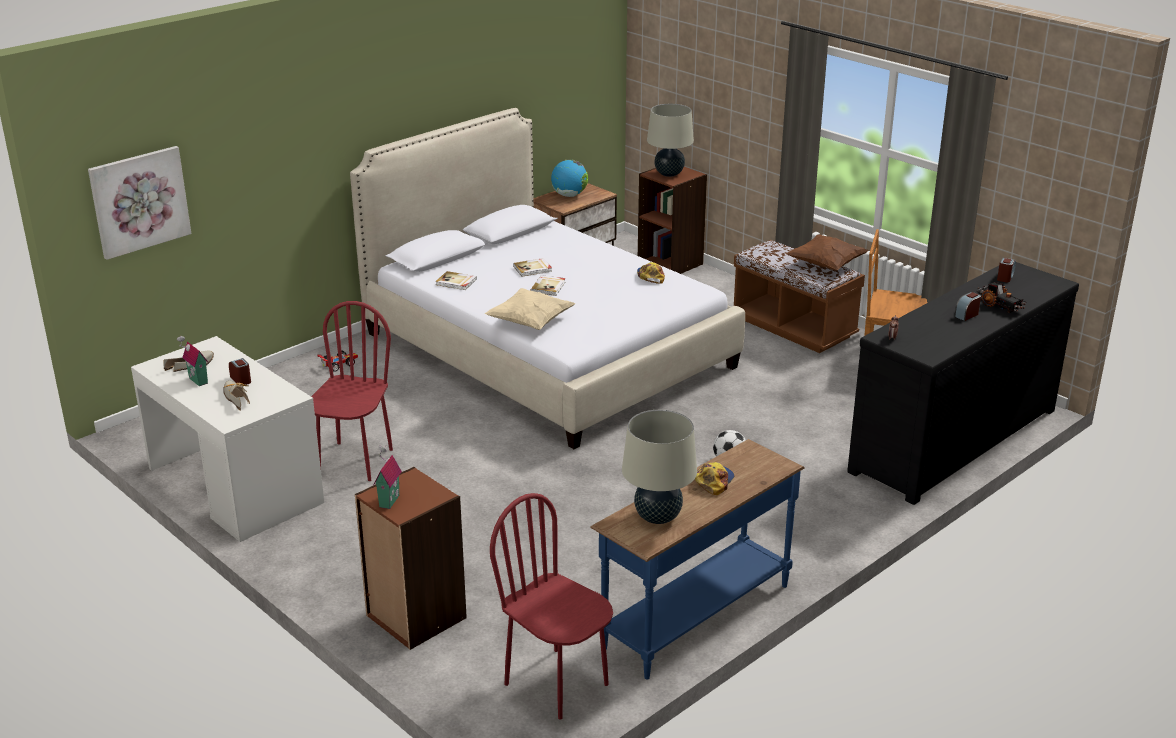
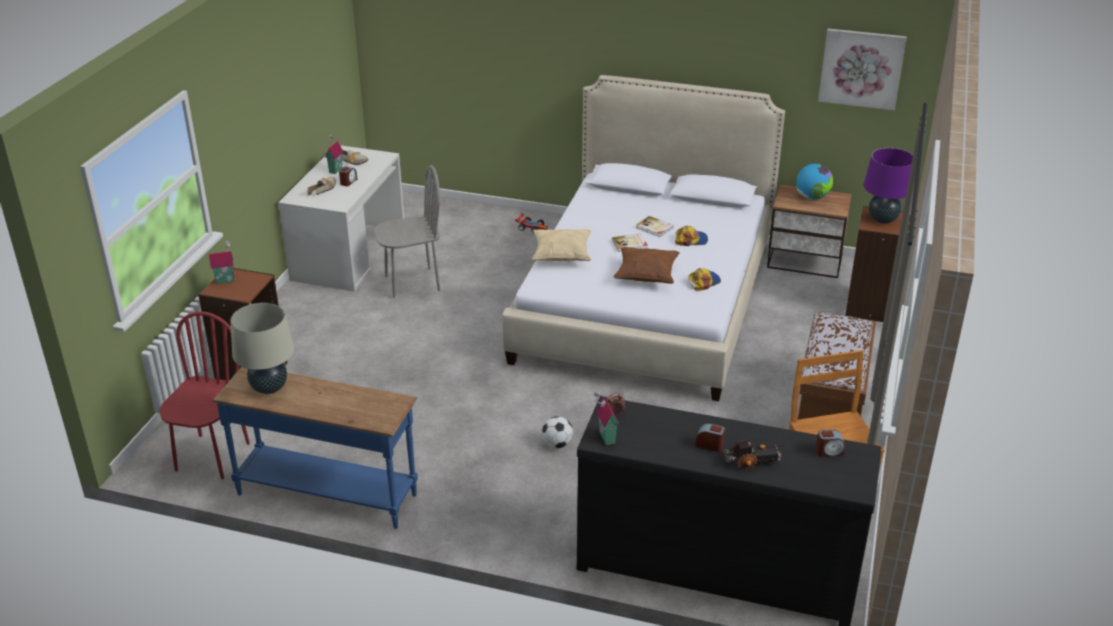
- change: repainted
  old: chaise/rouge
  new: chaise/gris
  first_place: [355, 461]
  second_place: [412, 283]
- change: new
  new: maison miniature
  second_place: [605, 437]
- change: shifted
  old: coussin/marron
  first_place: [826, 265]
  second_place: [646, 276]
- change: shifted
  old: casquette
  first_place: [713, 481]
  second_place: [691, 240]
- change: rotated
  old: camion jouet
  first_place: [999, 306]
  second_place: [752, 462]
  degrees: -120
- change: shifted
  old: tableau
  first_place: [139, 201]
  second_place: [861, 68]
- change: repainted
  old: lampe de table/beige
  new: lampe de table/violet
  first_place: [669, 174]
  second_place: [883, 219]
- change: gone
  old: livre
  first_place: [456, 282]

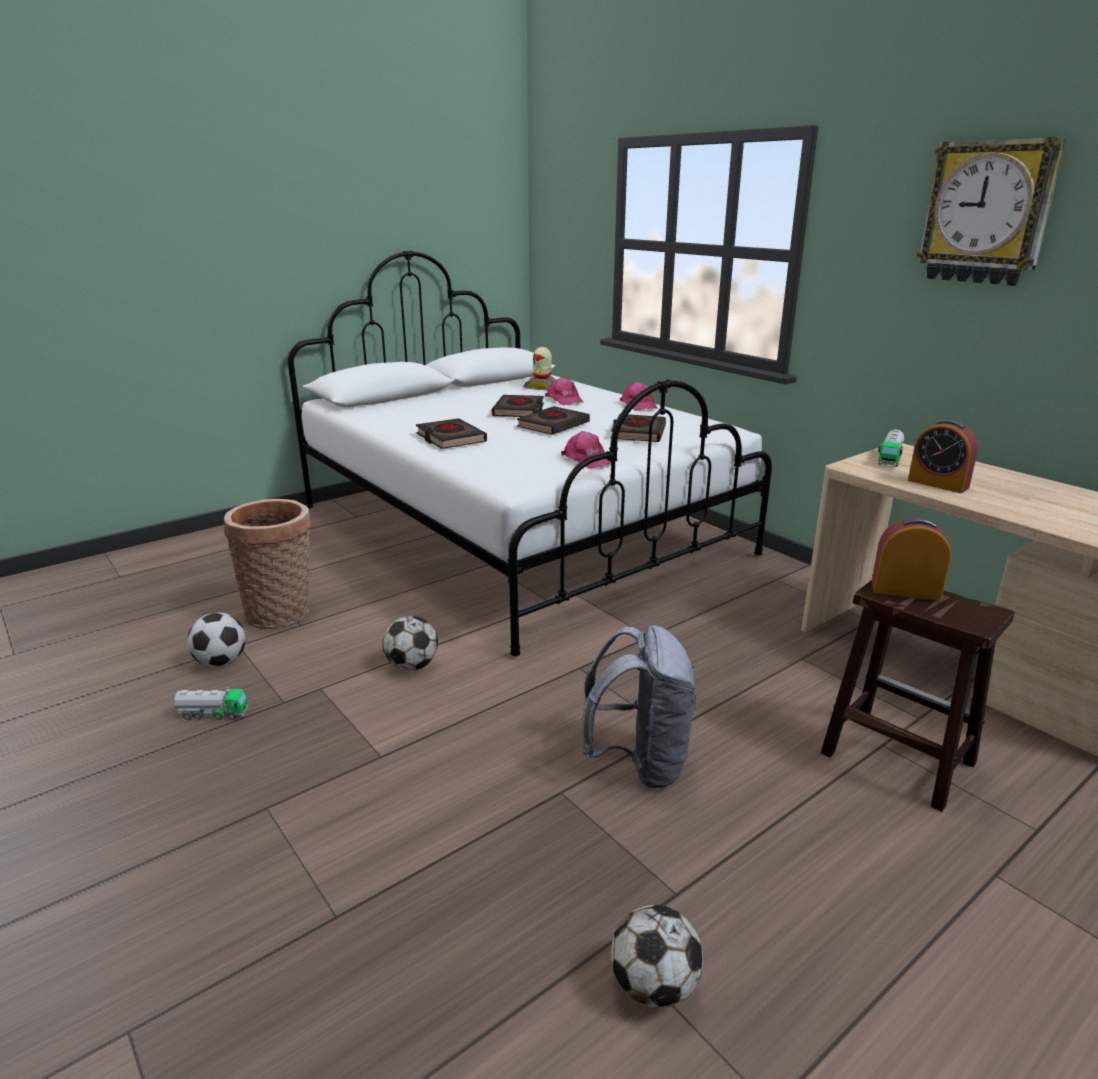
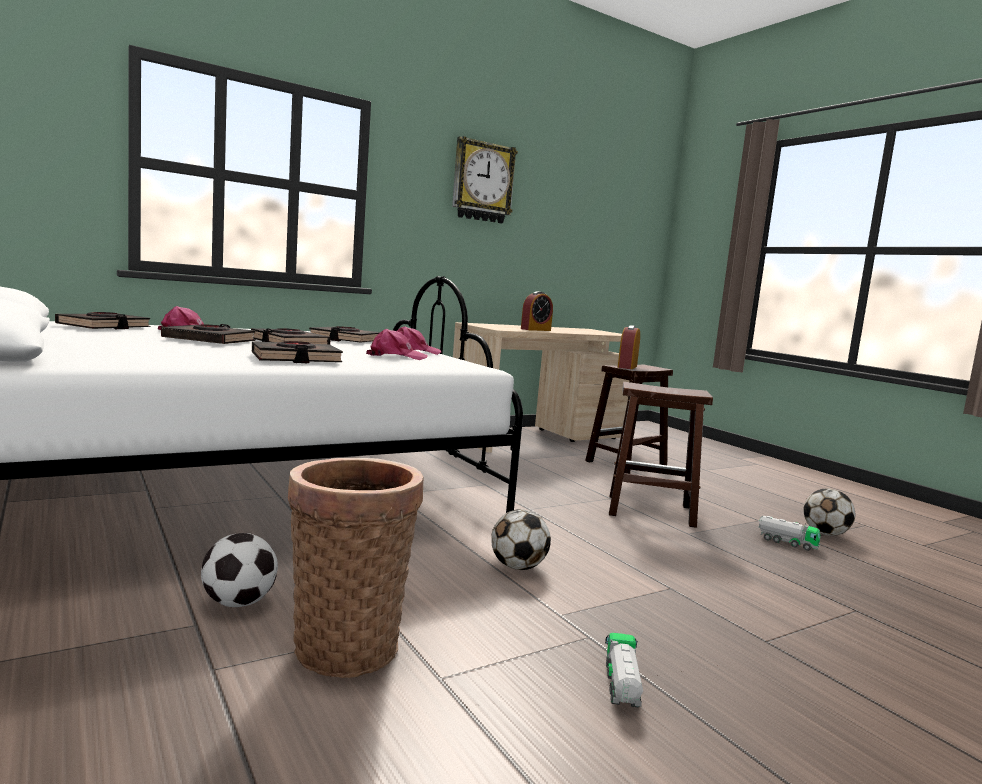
- change: swapped
  old: robot jouet
  new: livre/noir
  first_place: [541, 386]
  second_place: [104, 327]
- change: shifted
  old: ballon de foot
  first_place: [221, 662]
  second_place: [238, 603]
- change: shifted
  old: casquette/rose
  first_place: [638, 405]
  second_place: [395, 357]
- change: swapped
  old: sac à dos/gris
  new: tabouret/marron
  first_place: [639, 763]
  second_place: [648, 510]
- change: shifted
  old: camion jouet
  first_place: [889, 459]
  second_place: [787, 543]

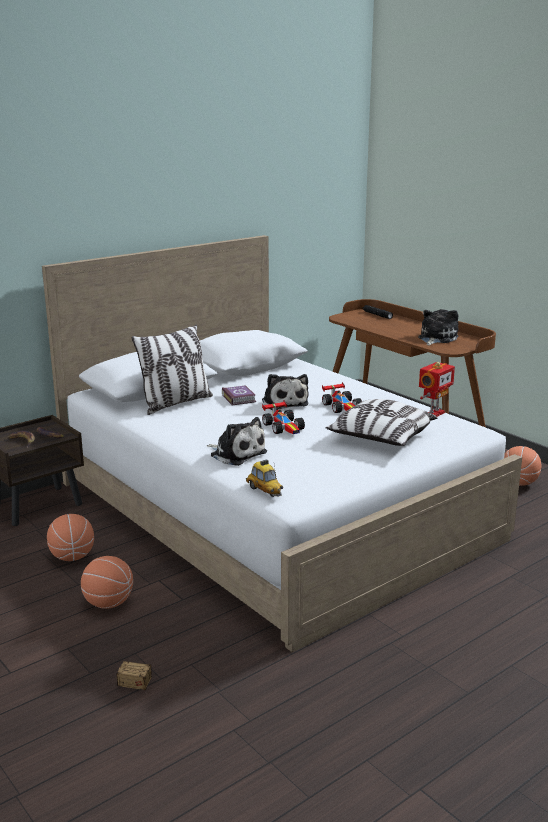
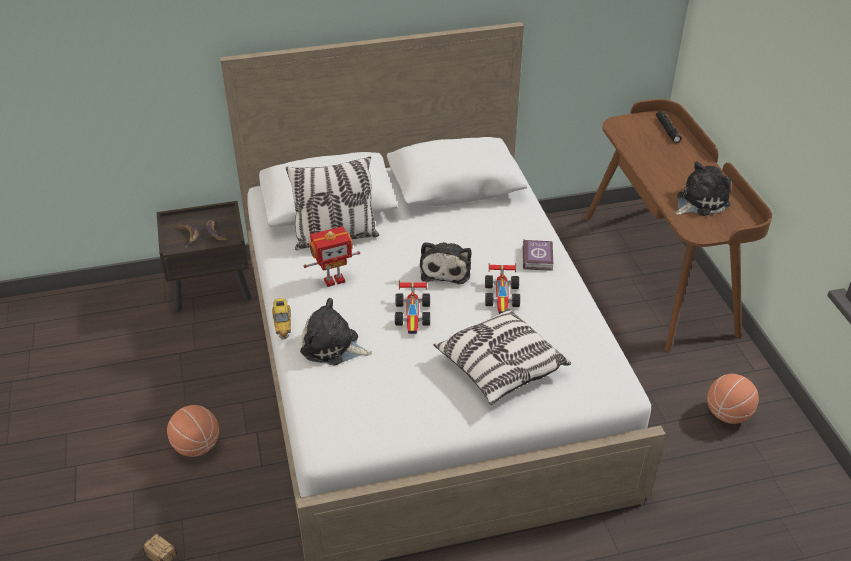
- change: shifted
  old: petite voiture
  first_place: [264, 491]
  second_place: [283, 325]
- change: rotated
  old: peluche
  first_place: [236, 454]
  second_place: [333, 347]
  degrees: 135
- change: shifted
  old: robot jouet
  first_place: [434, 413]
  second_place: [334, 280]
- change: shifted
  old: livre
  first_place: [239, 398]
  second_place: [538, 257]
- change: gone
  old: ballon de basket
  first_place: [72, 557]

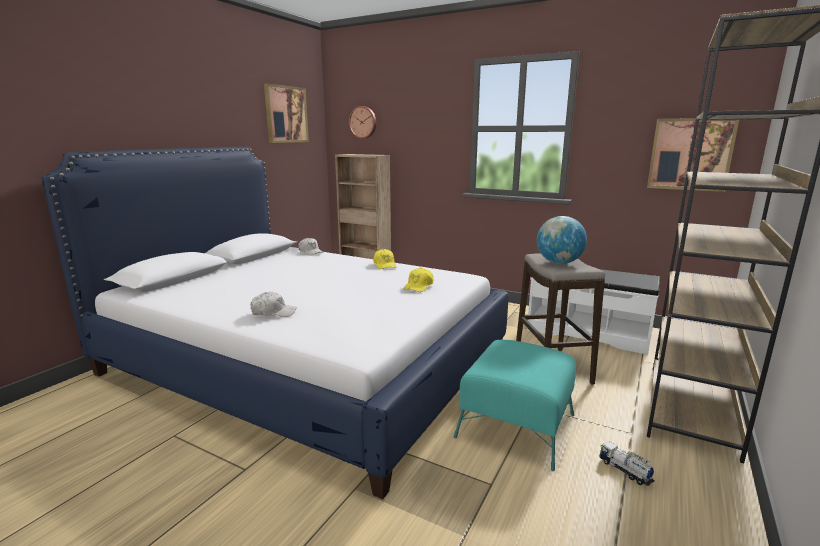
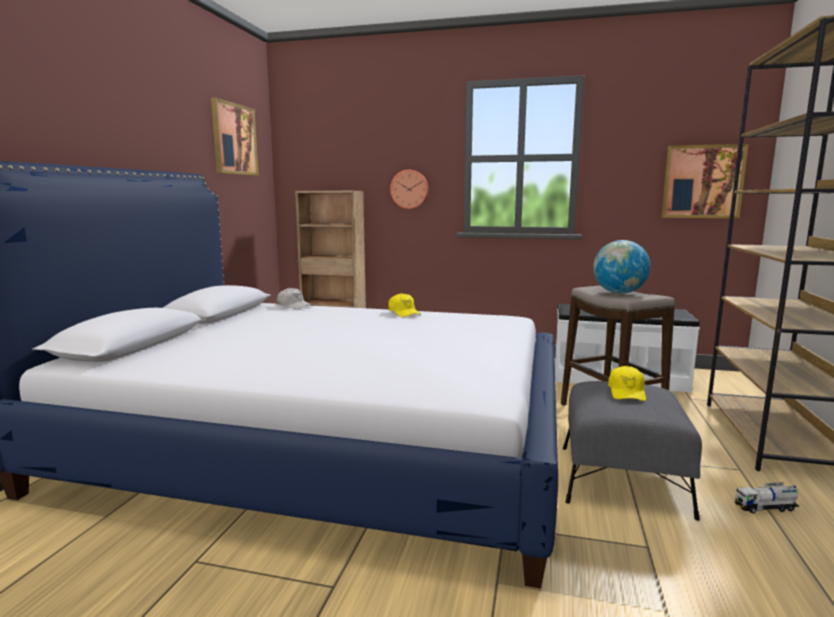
- change: shifted
  old: horloge murale
  first_place: [363, 122]
  second_place: [409, 189]
- change: repainted
  old: pouf/turquoise
  new: pouf/gris
  first_place: [516, 425]
  second_place: [623, 479]
- change: shifted
  old: casquette/jaune
  first_place: [419, 286]
  second_place: [627, 392]
- change: rotated
  old: camion jouet
  first_place: [625, 471]
  second_place: [765, 508]
  degrees: -45
- change: gone
  old: casquette/blanc
  first_place: [273, 312]

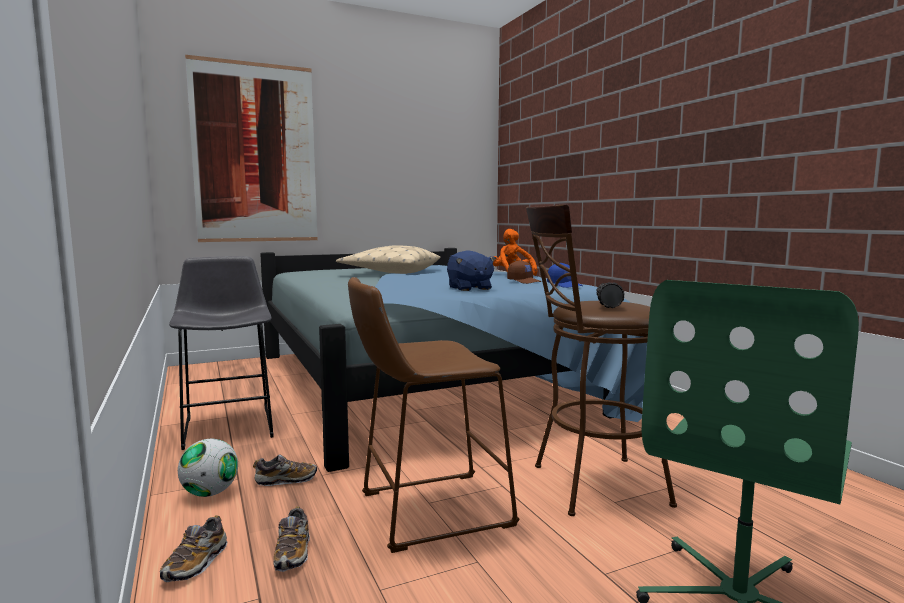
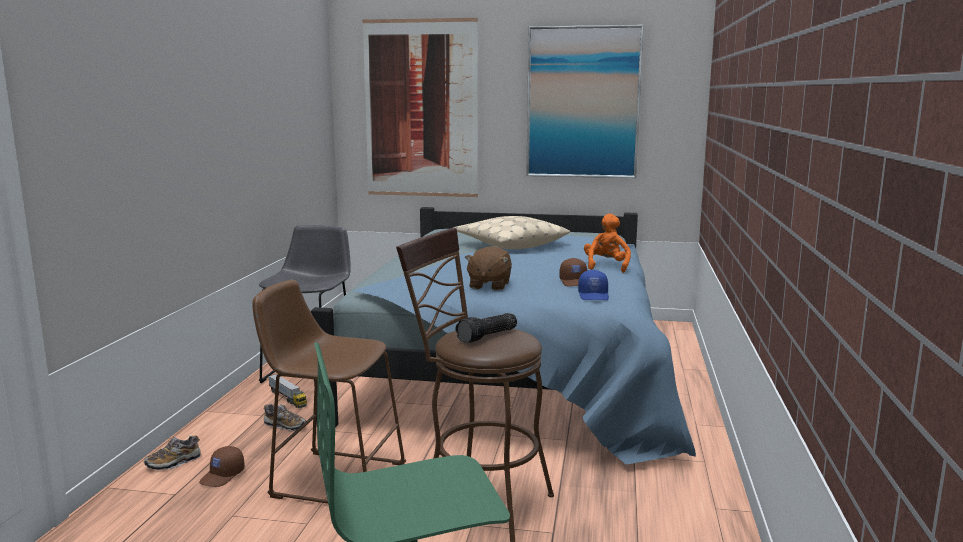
- change: swapped
  old: chaussure
  new: casquette/marron
  first_place: [293, 553]
  second_place: [223, 476]
- change: new
  new: camion jouet
  second_place: [287, 398]
- change: repainted
  old: peluche/bleu
  new: peluche/marron
  first_place: [469, 288]
  second_place: [489, 285]
- change: new
  new: tableau
  second_place: [583, 103]
- change: gone
  old: ballon de foot
  first_place: [210, 493]

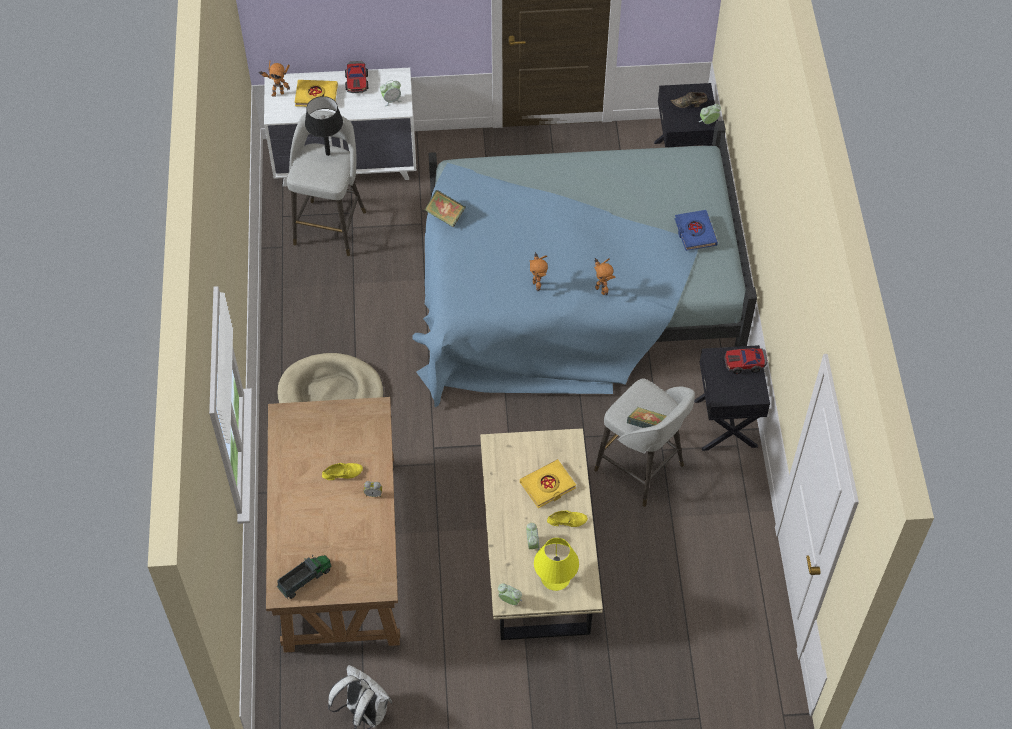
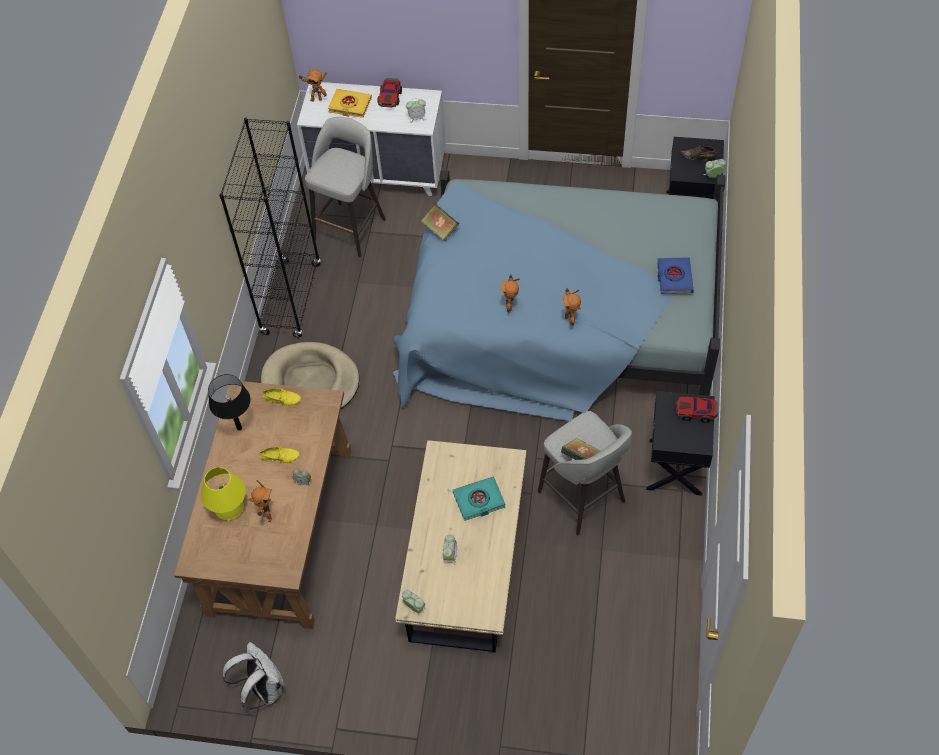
- change: shifted
  old: lampe de table/jaune
  first_place: [555, 578]
  second_place: [230, 508]
- change: shifted
  old: lampe de table/noir
  first_place: [328, 153]
  second_place: [239, 428]
- change: new
  new: bibliothèque/noir
  second_place: [291, 299]
- change: new
  new: robot jouet
  second_place: [266, 516]
- change: shifted
  old: chaussure/jaune
  first_place: [567, 520]
  second_place: [282, 398]
- change: repainted
  old: livre/jaune
  new: livre/turquoise
  first_place: [548, 486]
  second_place: [479, 500]
- change: gone
  old: camion jouet
  first_place: [305, 579]

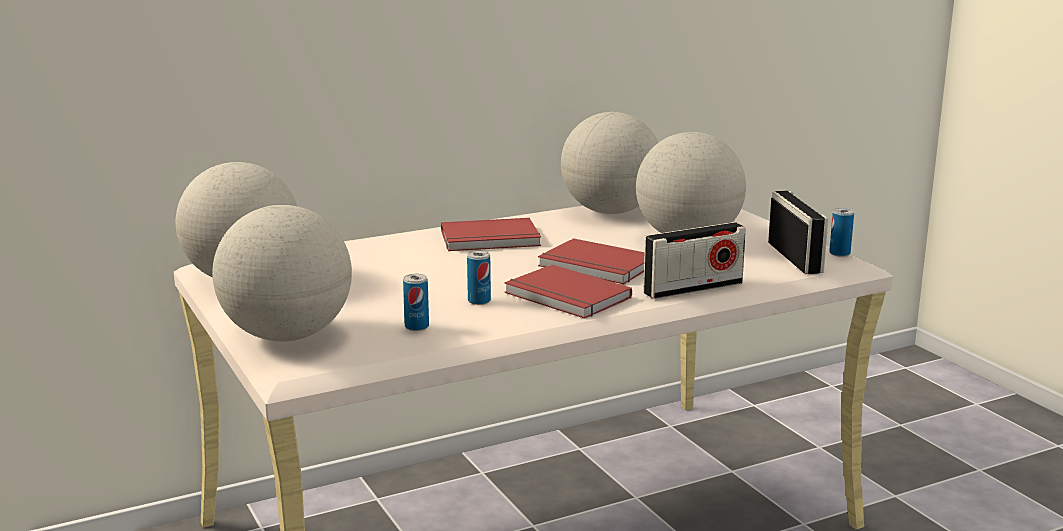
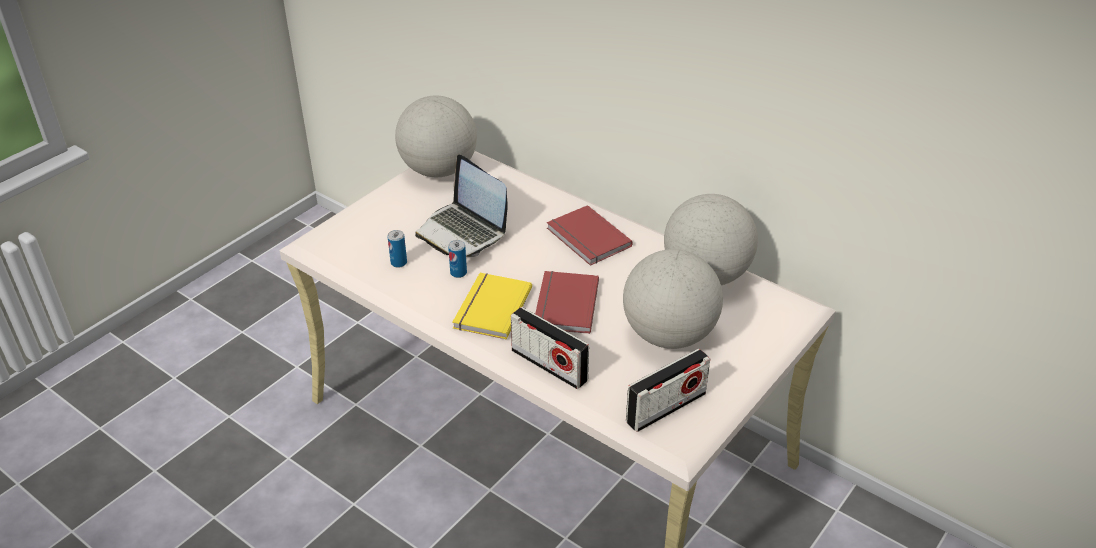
- change: new
  new: ordinateur portable
  second_place: [463, 232]
- change: repainted
  old: livre/rouge
  new: livre/jaune
  first_place: [565, 297]
  second_place: [490, 308]
- change: gone
  old: globe
  first_place: [287, 336]
- change: gone
  old: boîte métallique
  first_place: [839, 253]

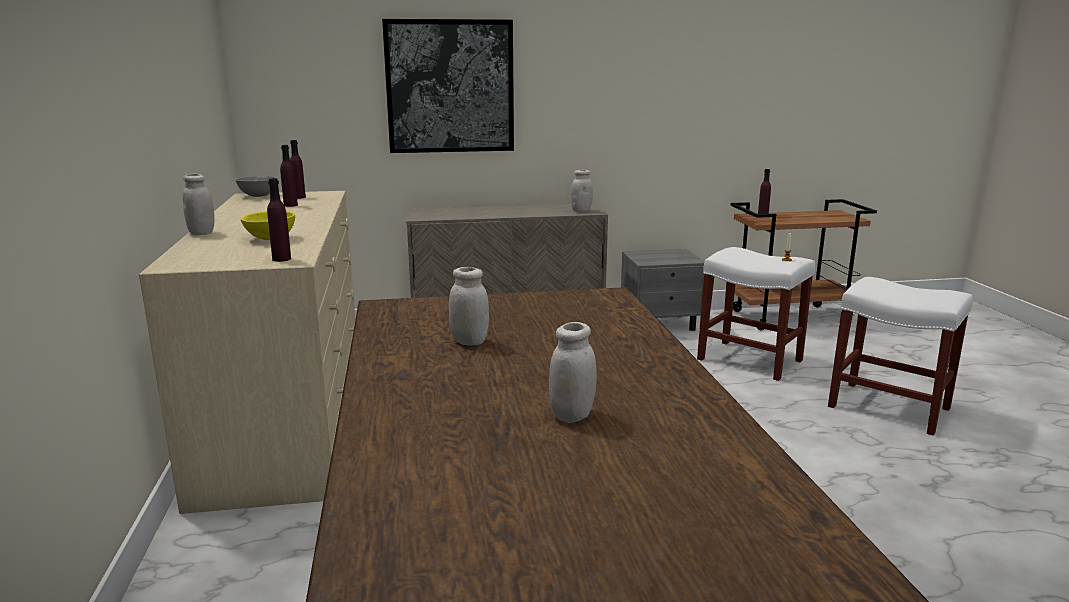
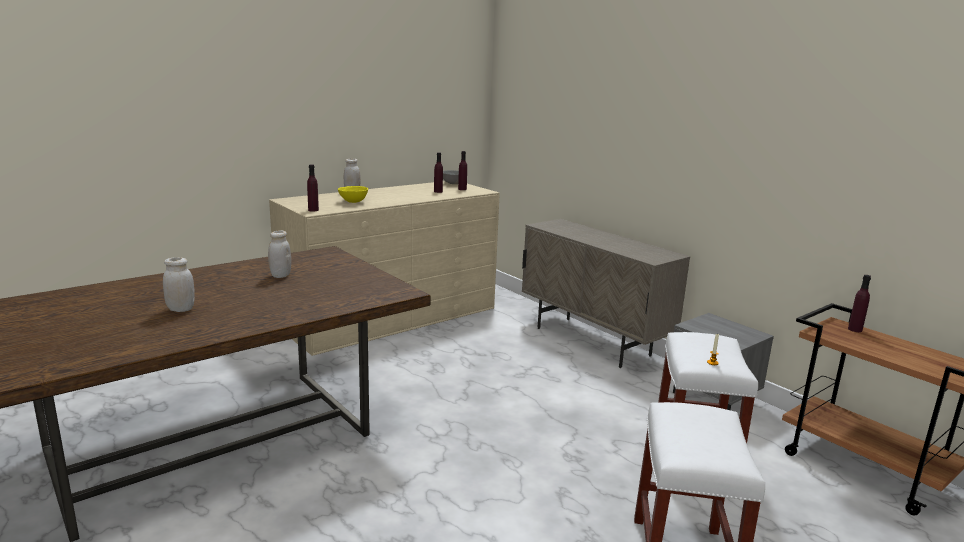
- change: gone
  old: tableau
  first_place: [450, 87]
- change: gone
  old: bocal/blanc
  first_place: [581, 211]

